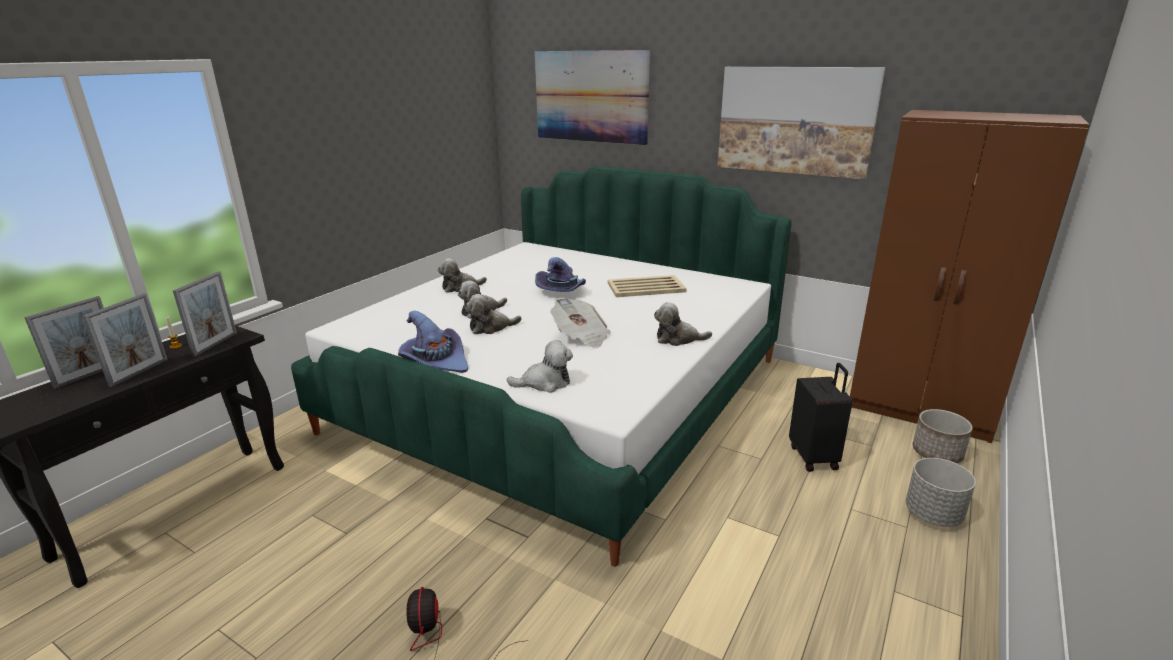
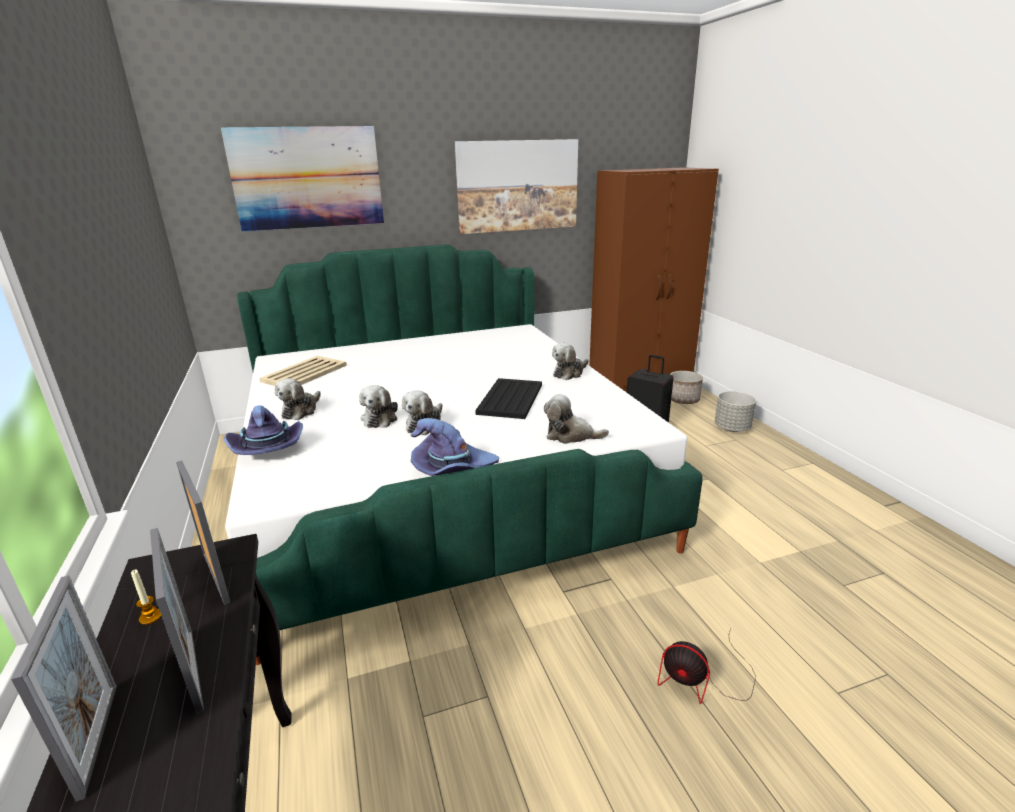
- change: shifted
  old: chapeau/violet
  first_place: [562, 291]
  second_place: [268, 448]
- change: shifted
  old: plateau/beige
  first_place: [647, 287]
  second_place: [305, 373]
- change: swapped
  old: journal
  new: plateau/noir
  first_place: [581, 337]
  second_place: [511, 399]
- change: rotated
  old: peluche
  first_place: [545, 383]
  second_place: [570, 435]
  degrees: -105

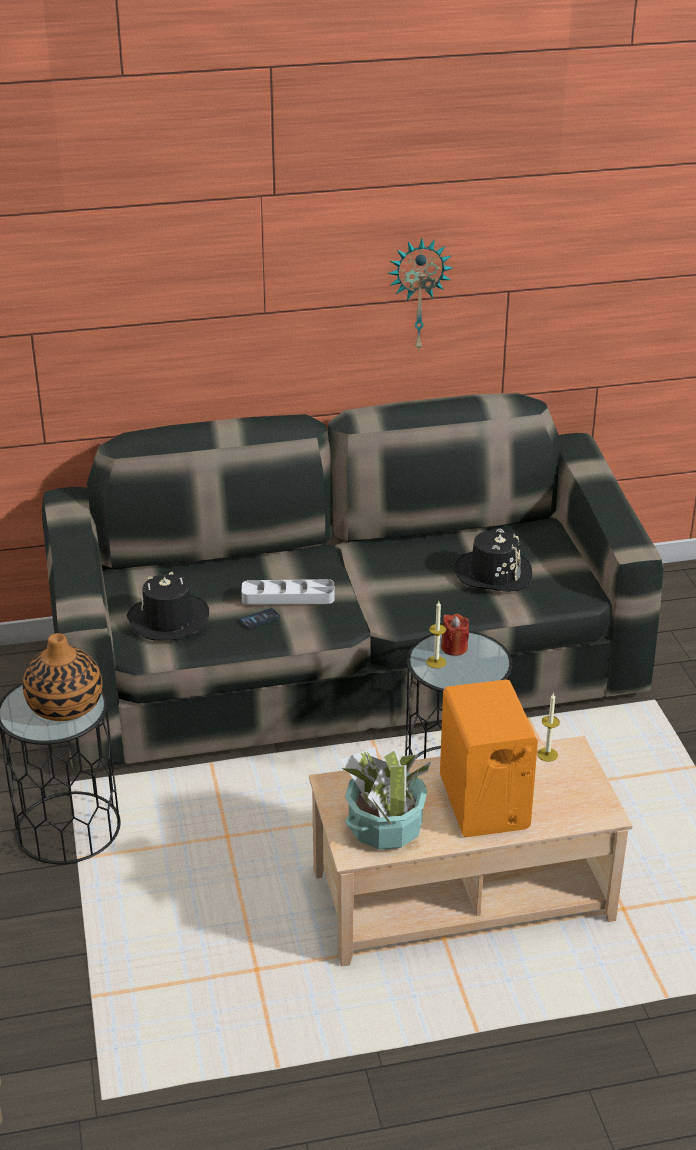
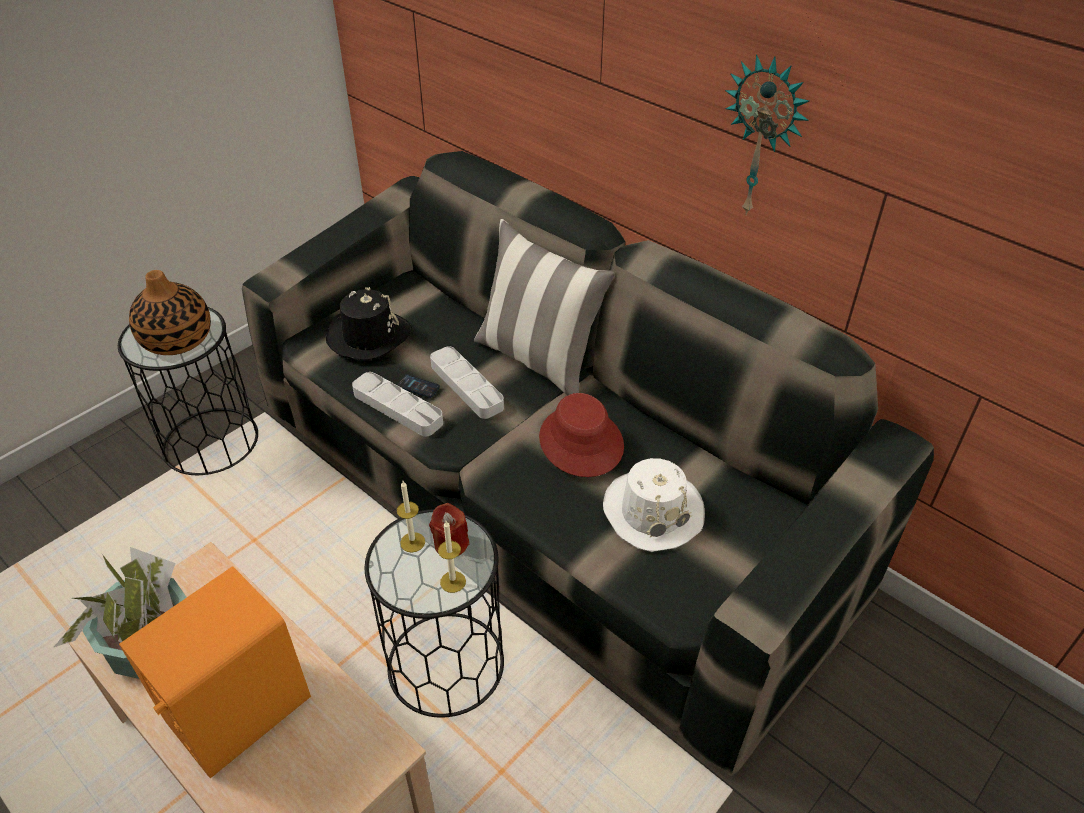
- change: new
  new: plateau/gris
  second_place: [397, 408]
- change: shifted
  old: bougie
  first_place: [547, 754]
  second_place: [453, 582]
- change: new
  new: coussin
  second_place: [539, 360]
- change: new
  new: chapeau/rouge
  second_place: [580, 442]
- change: repainted
  old: chapeau/noir
  new: chapeau/blanc
  first_place: [493, 573]
  second_place: [652, 511]

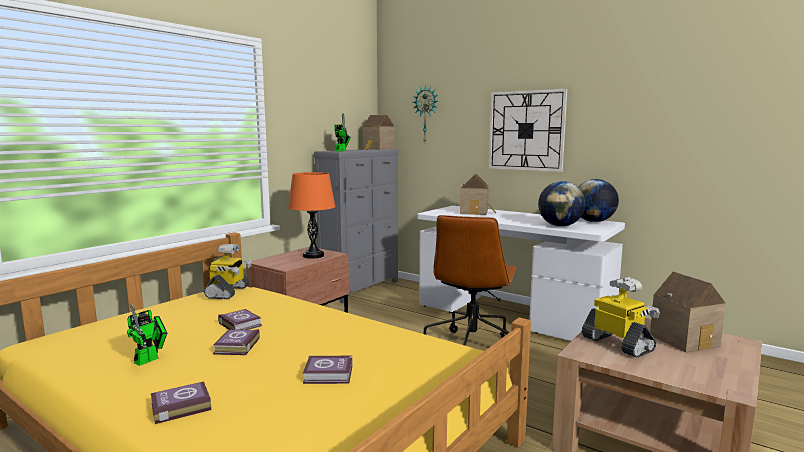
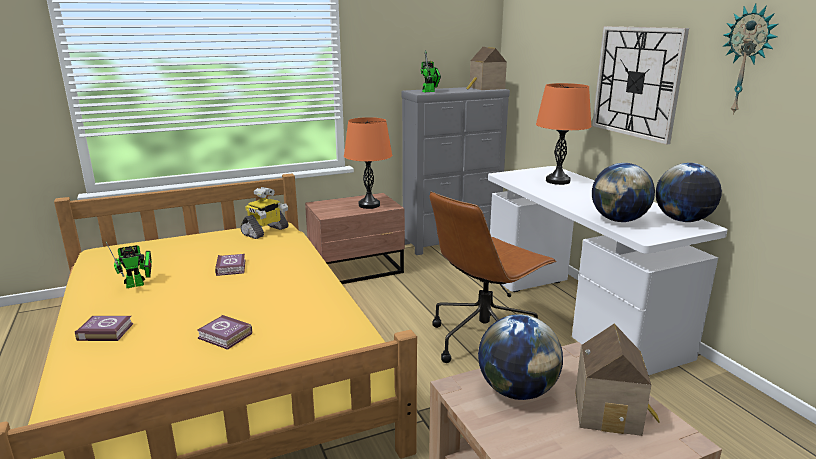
- change: swapped
  old: robot jouet
  new: globe
  first_place: [618, 344]
  second_place: [517, 391]
- change: swapped
  old: maison miniature
  new: lampe de table/orange
  first_place: [475, 212]
  second_place: [558, 181]
- change: shifted
  old: horloge murale
  first_place: [426, 114]
  second_place: [747, 60]
- change: gone
  old: livre
  first_place: [236, 346]

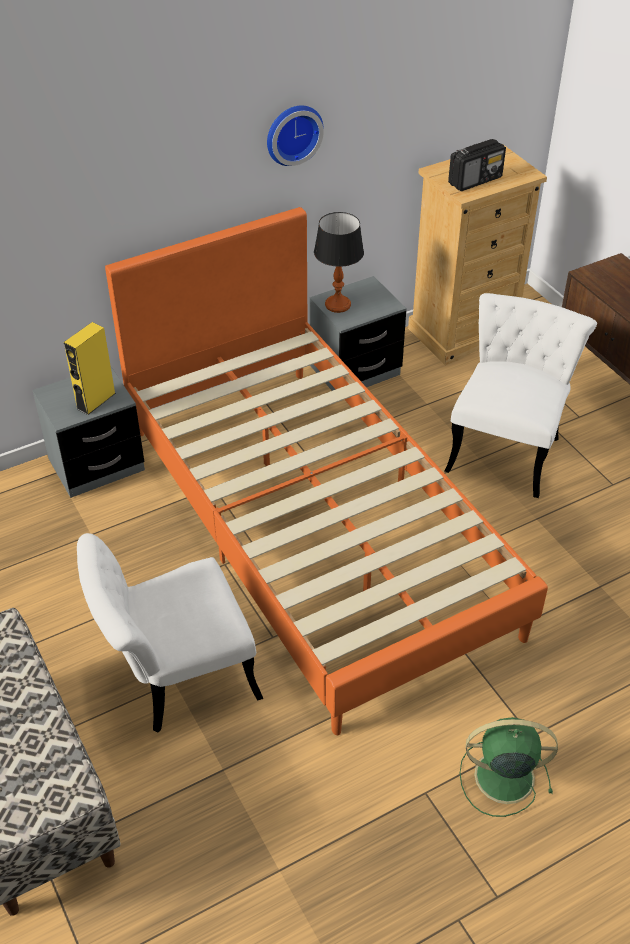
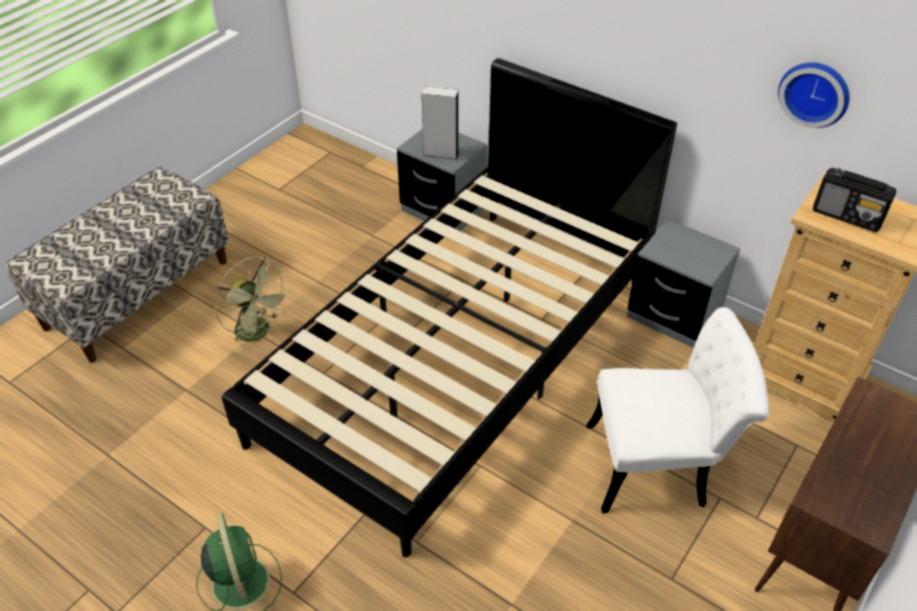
- change: swapped
  old: chaise/blanc
  new: ventilateur/vert
  first_place: [175, 678]
  second_place: [259, 332]
- change: repainted
  old: lit/orange
  new: lit/noir
  first_place: [314, 525]
  second_place: [459, 356]
- change: repainted
  old: enceinte/jaune
  new: enceinte/gris
  first_place: [96, 401]
  second_place: [441, 153]
- change: shifted
  old: horloge murale
  first_place: [292, 133]
  second_place: [815, 92]
- change: gone
  old: lampe de table
  first_place: [337, 305]

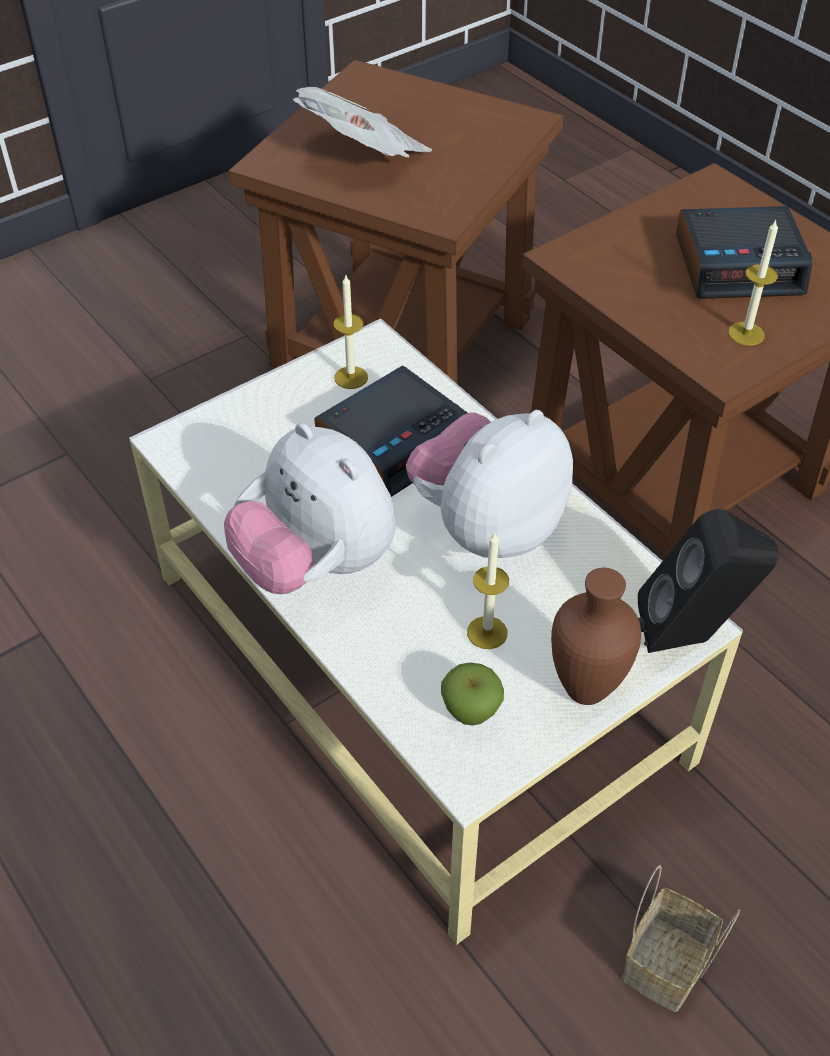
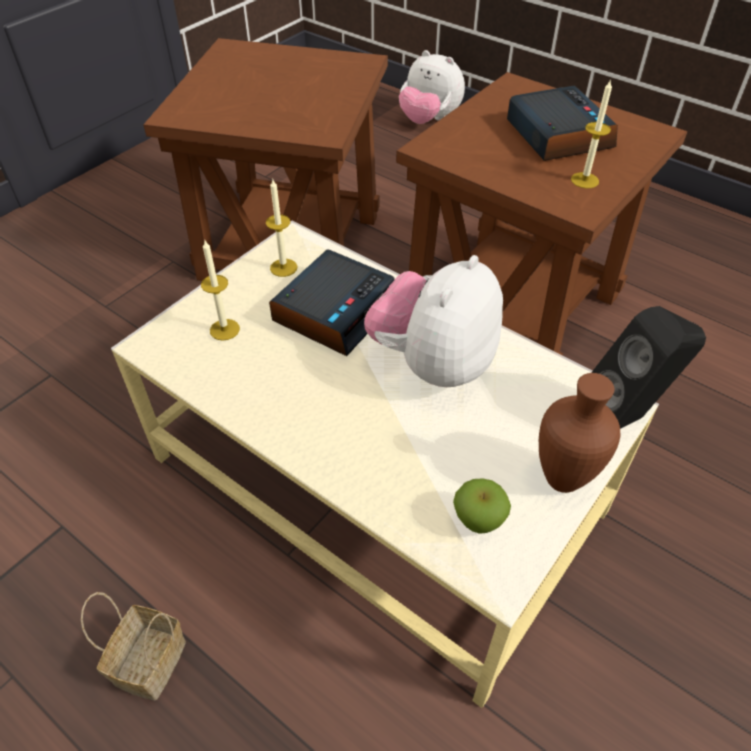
- change: shifted
  old: panier
  first_place: [666, 967]
  second_place: [150, 665]
- change: shifted
  old: bougie
  first_place: [487, 632]
  second_place: [224, 329]
- change: shifted
  old: peluche
  first_place: [316, 565]
  second_place: [429, 120]
- change: rotated
  old: réveil
  first_place: [739, 265]
  second_place: [557, 134]
  degrees: -90
- change: gone
  old: journal
  first_place: [364, 156]

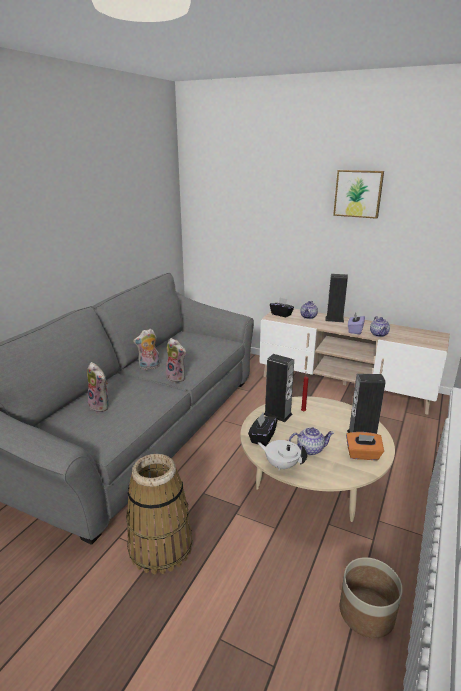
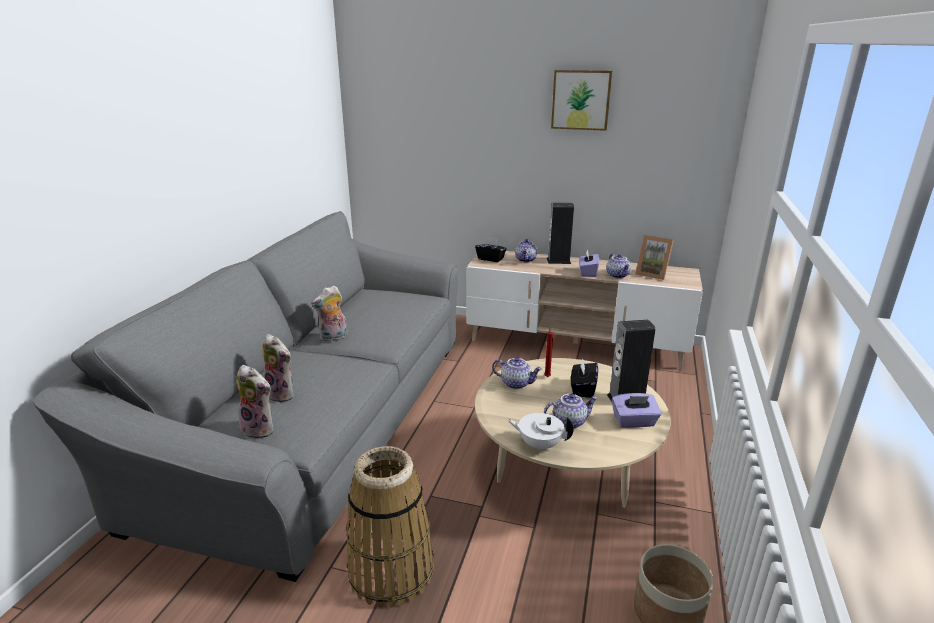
- change: shifted
  old: peluche
  first_place: [177, 377]
  second_place: [261, 429]
- change: swapped
  old: enceinte
  new: théière
  first_place: [277, 414]
  second_place: [516, 383]
- change: shifted
  old: boîte à mouchoirs/noir
  first_place: [262, 437]
  second_place: [583, 389]
- change: repainted
  old: boîte à mouchoirs/orange
  new: boîte à mouchoirs/violet
  first_place: [363, 455]
  second_place: [634, 422]
- change: new
  new: cadre photo
  second_place: [652, 274]

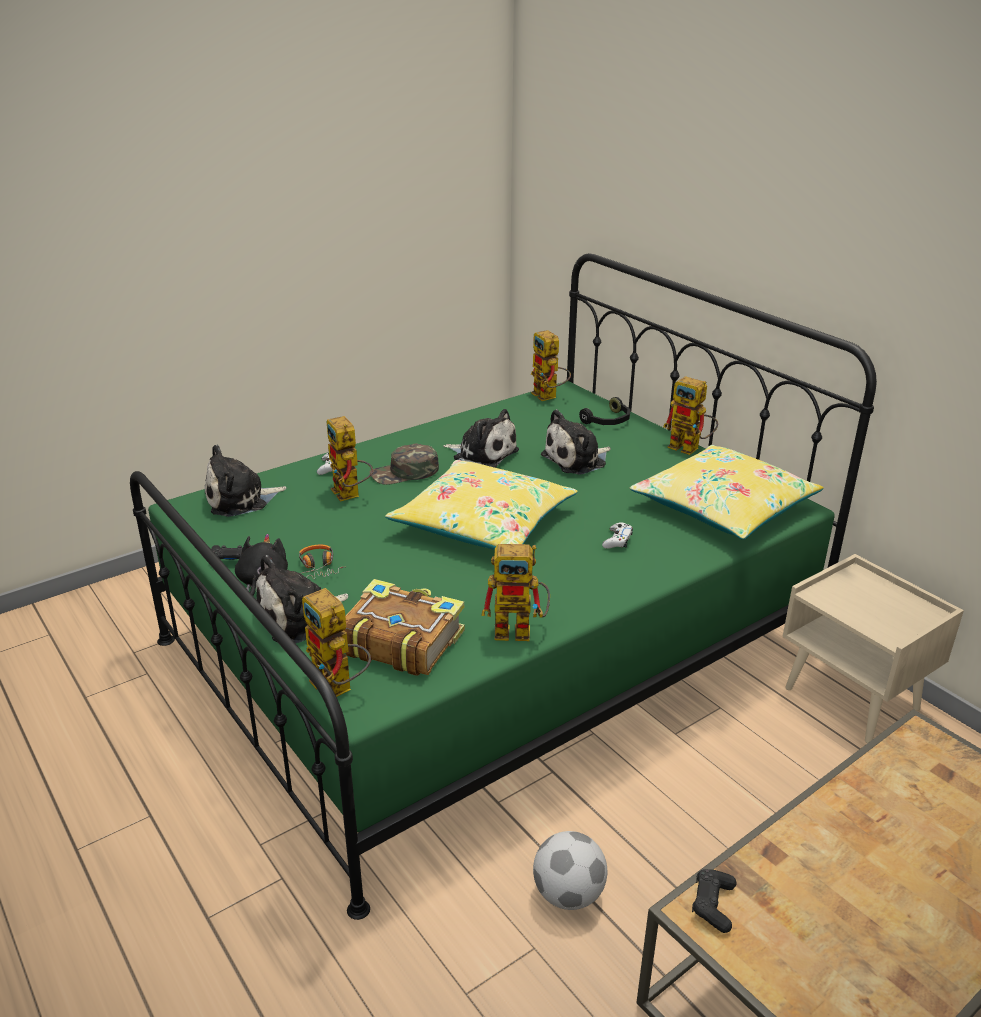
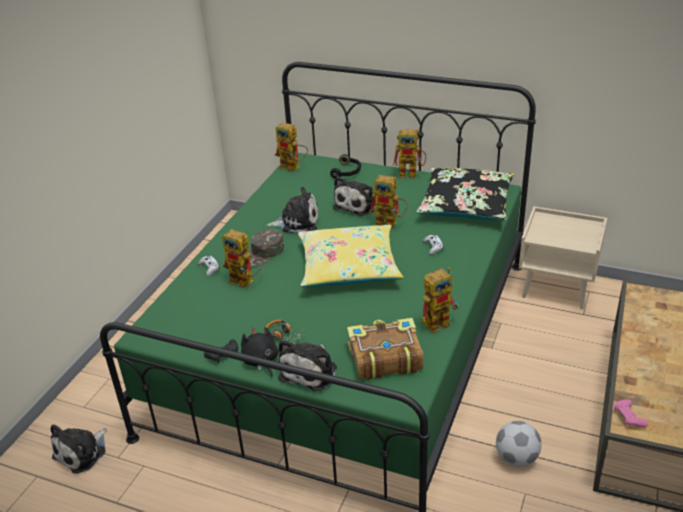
- change: shifted
  old: peluche
  first_place: [240, 500]
  second_place: [82, 452]
- change: shifted
  old: robot jouet
  first_place: [339, 689]
  second_place: [391, 223]
- change: repainted
  old: coussin/jaune
  new: coussin/noir
  first_place: [723, 507]
  second_place: [466, 204]
- change: repainted
  old: manette/noir
  new: manette/rose
  first_place: [713, 904]
  second_place: [628, 417]

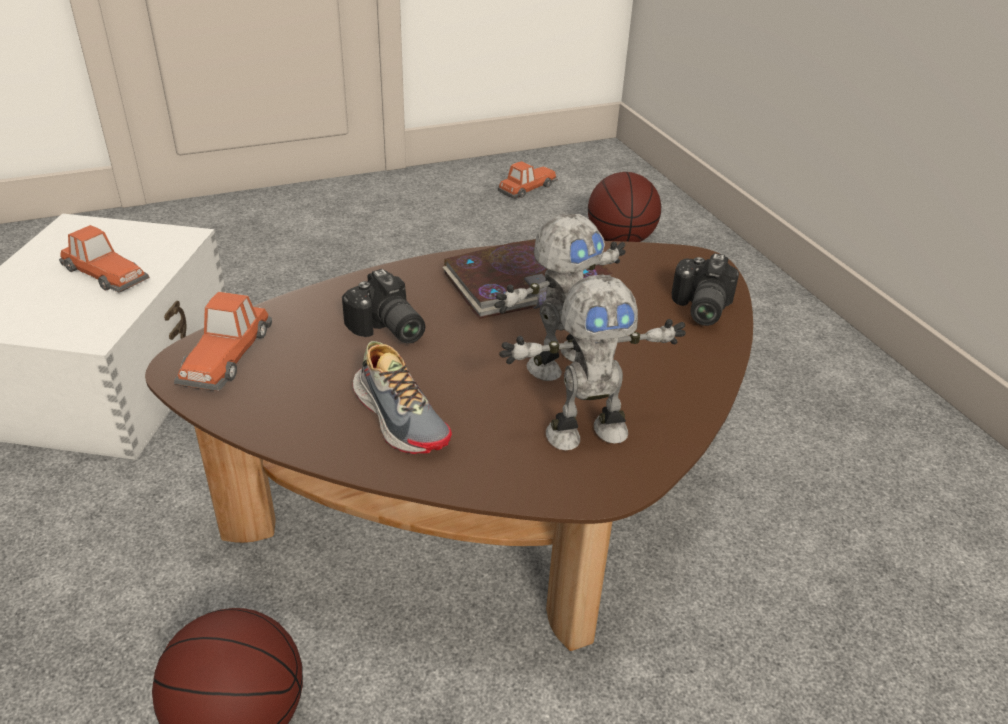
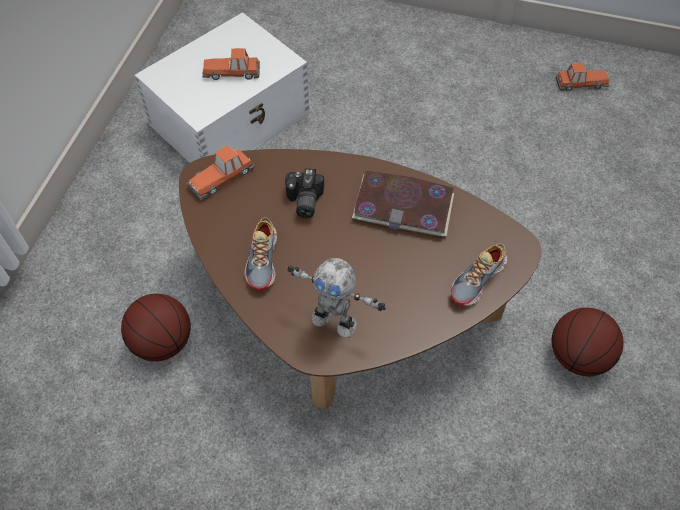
- change: rotated
  old: petite voiture
  first_place: [104, 273]
  second_place: [232, 71]
  degrees: 105
- change: swapped
  old: appareil photo
  new: chaussure
  first_place: [698, 308]
  second_place: [478, 280]
- change: shifted
  old: ballon de basket
  first_place: [620, 241]
  second_place: [577, 356]
- change: gone
  old: robot jouet
  first_place: [558, 361]

